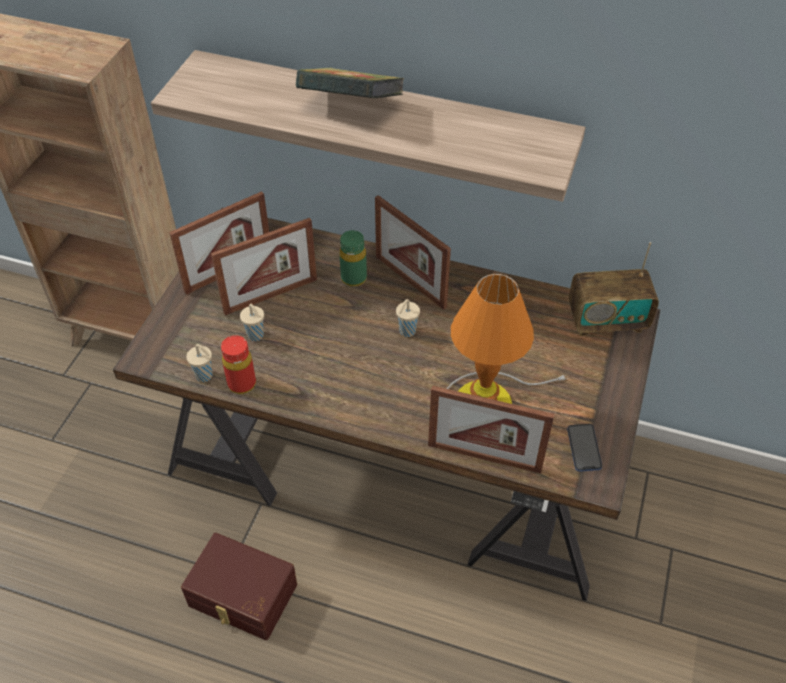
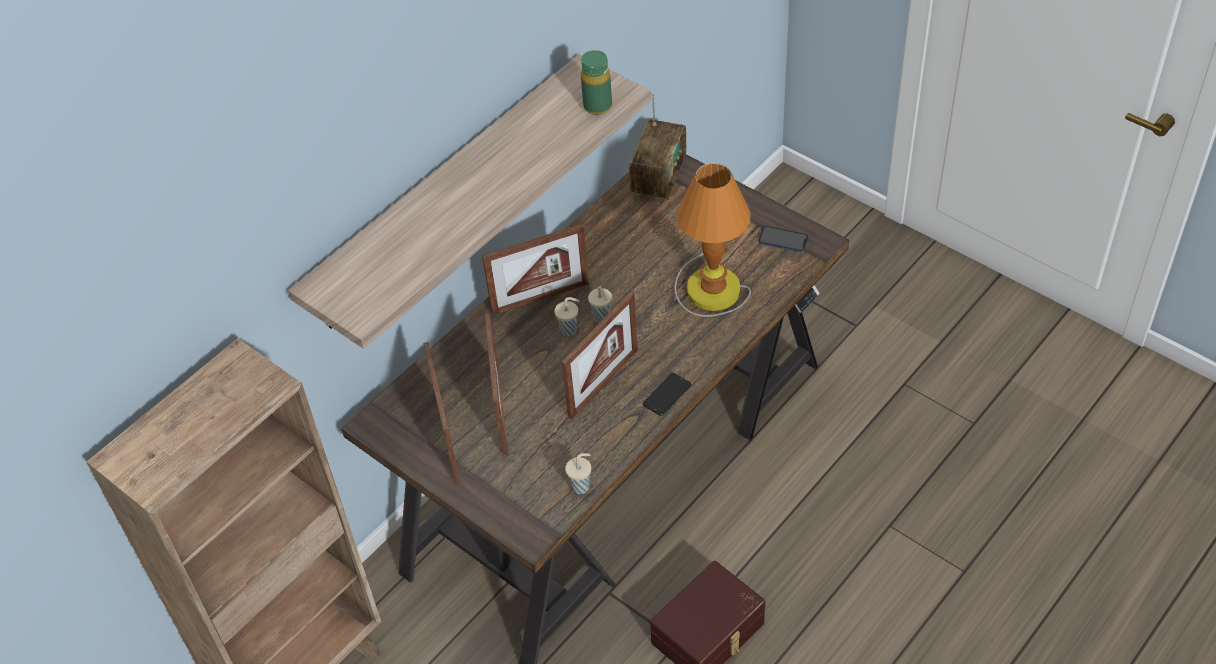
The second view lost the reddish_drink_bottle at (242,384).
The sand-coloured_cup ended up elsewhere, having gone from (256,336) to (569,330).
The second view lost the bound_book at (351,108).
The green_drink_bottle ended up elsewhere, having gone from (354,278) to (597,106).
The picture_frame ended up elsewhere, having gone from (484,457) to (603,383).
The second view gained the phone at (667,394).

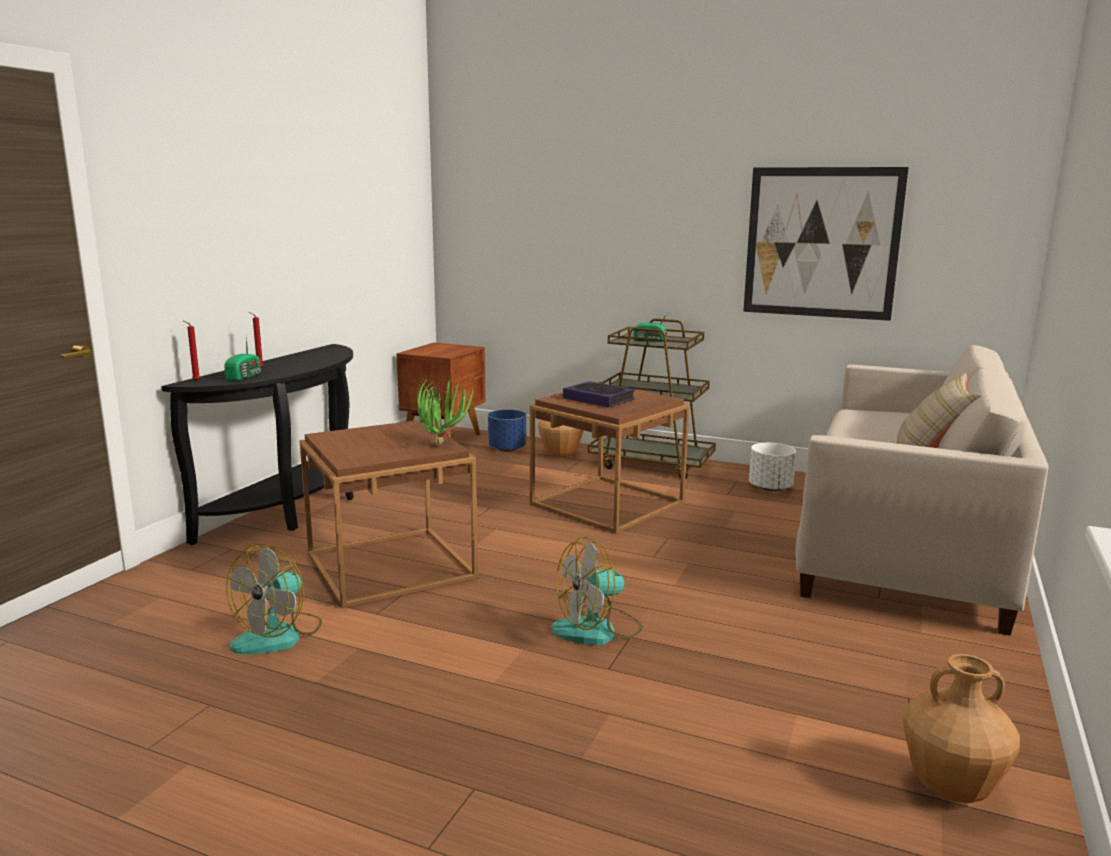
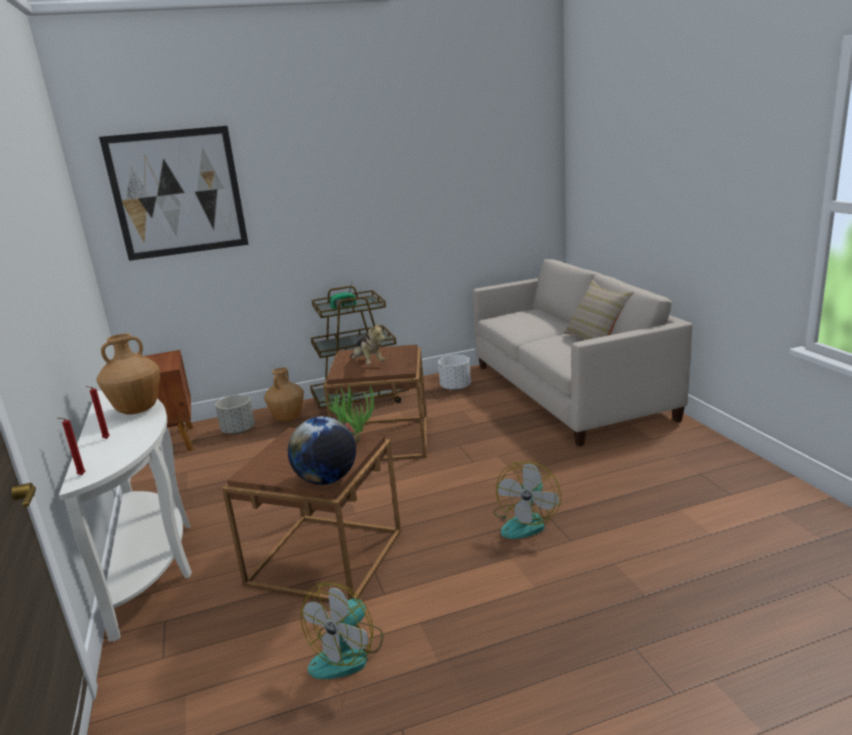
What was the black_hall_table at (295,509) turned into the white_hall_table at (153,559).
The second view lost the radio at (245,376).
The cooling_fan at (278,635) ended up facing another way, 45 degrees clockwise from before.
What was the blue_flower_pot at (507,449) turned into the gray_flower_pot at (238,430).
Where the bound_book stood at (599,399), the plush_toy came to stand at (368,363).
The wall_picture ended up elsewhere, having gone from (821,243) to (177,193).
The brownish_decorative_vase ended up elsewhere, having gone from (951,789) to (138,410).
The second view gained the world_globe at (326,480).

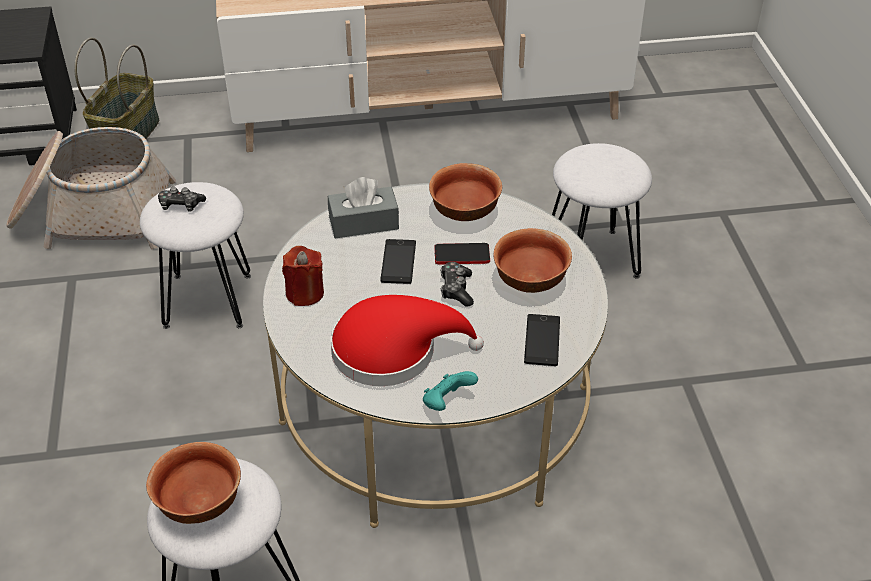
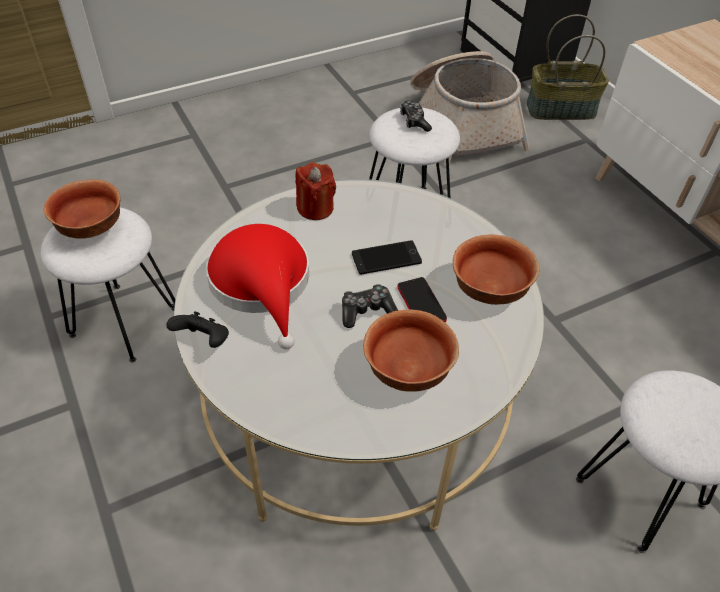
The second view lost the gray_tissue_box at (363,223).
What was the turquoise-coloured_game_controller at (447,403) turned into the black_game_controller at (204,341).
The second view lost the phone at (542,340).

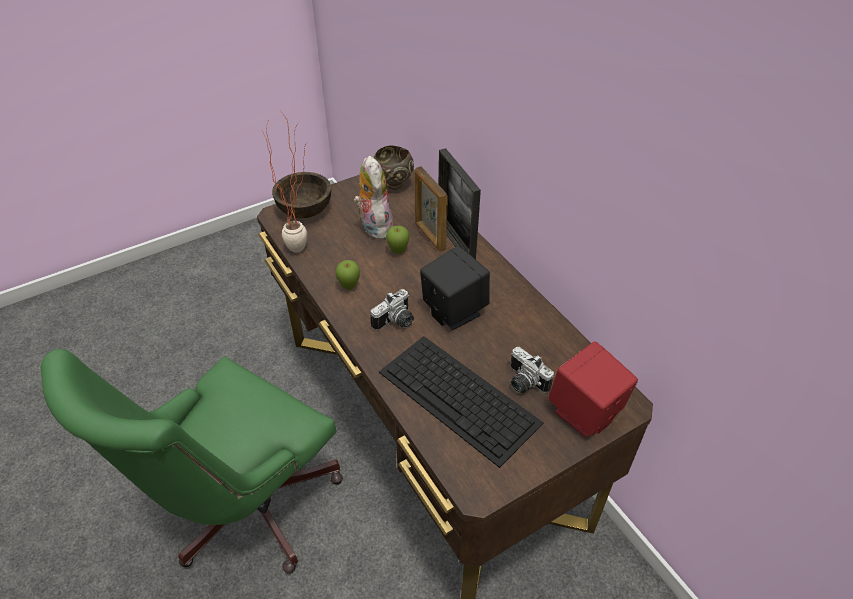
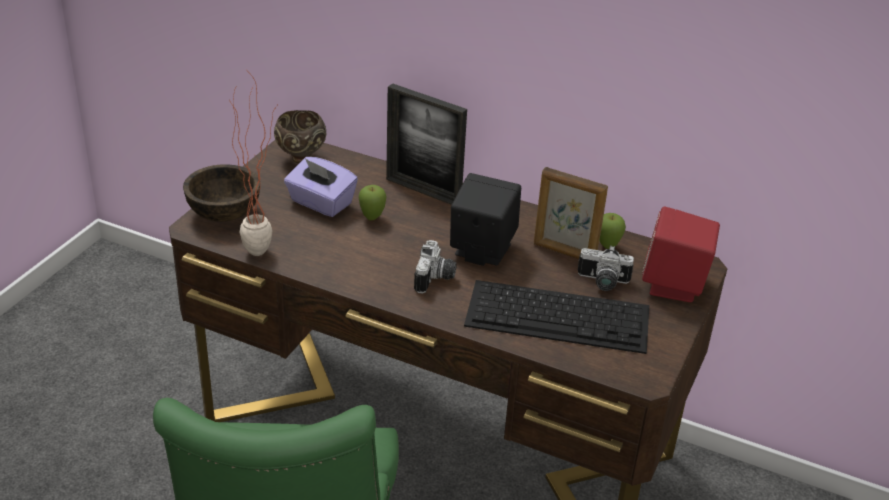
The whole_apple ended up elsewhere, having gone from (349,287) to (607,246).
Where the plush_toy stood at (374,226), the purple-coloured_tissue_box came to stand at (320,203).
The picture_frame ended up elsewhere, having gone from (429,236) to (564,252).

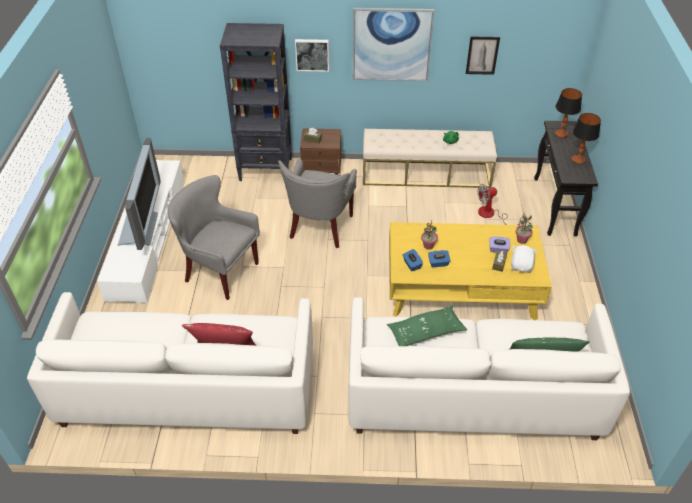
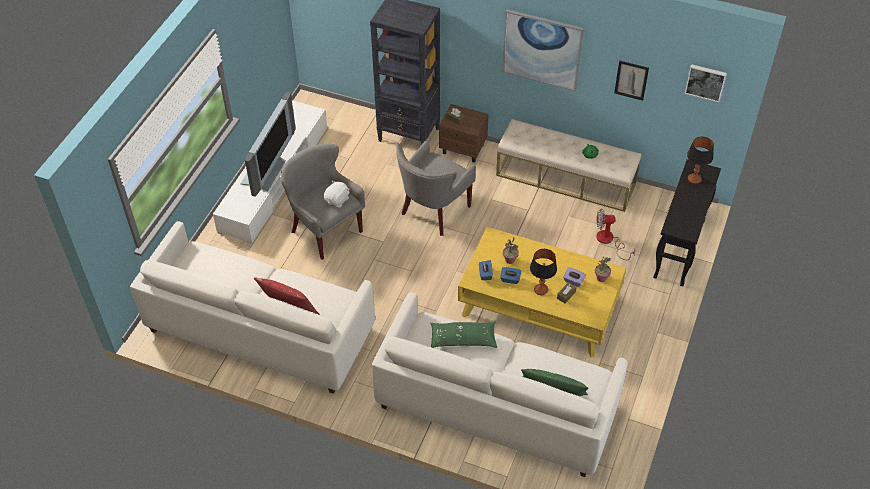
The wall_picture ended up elsewhere, having gone from (312,54) to (705,82).
The white_plush_toy ended up elsewhere, having gone from (521,266) to (337,200).
The lamp_for_a_table ended up elsewhere, having gone from (578,160) to (541,290).

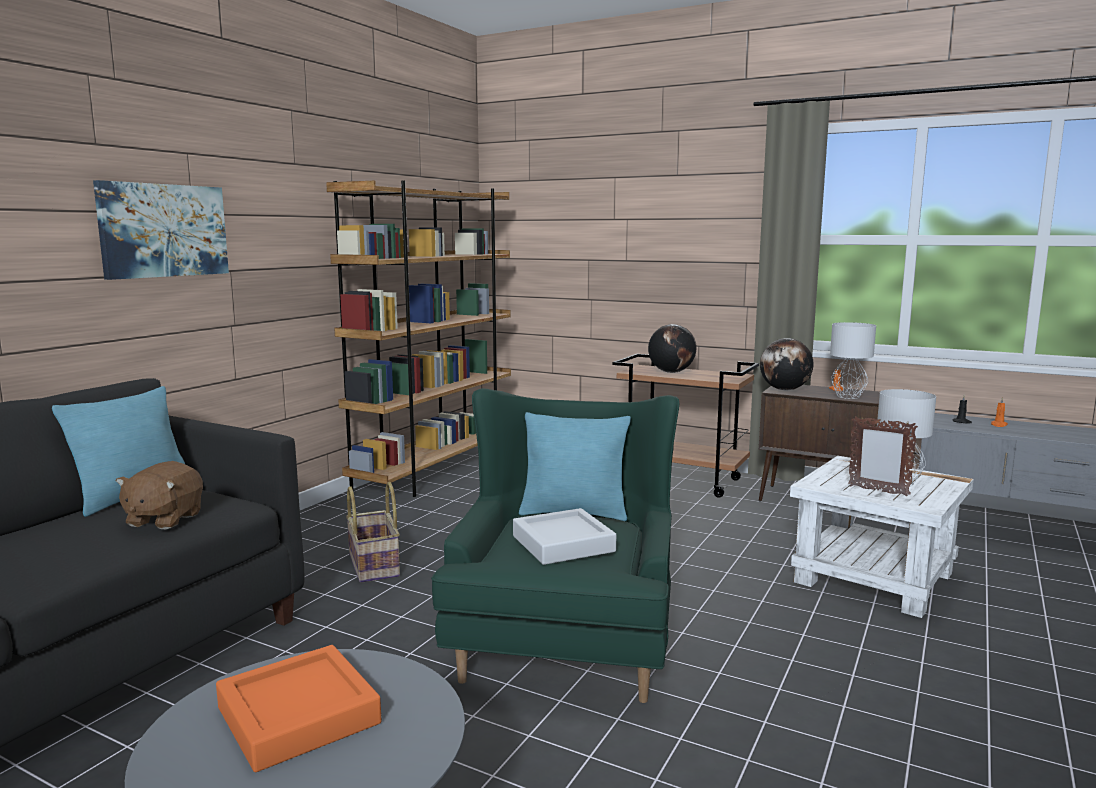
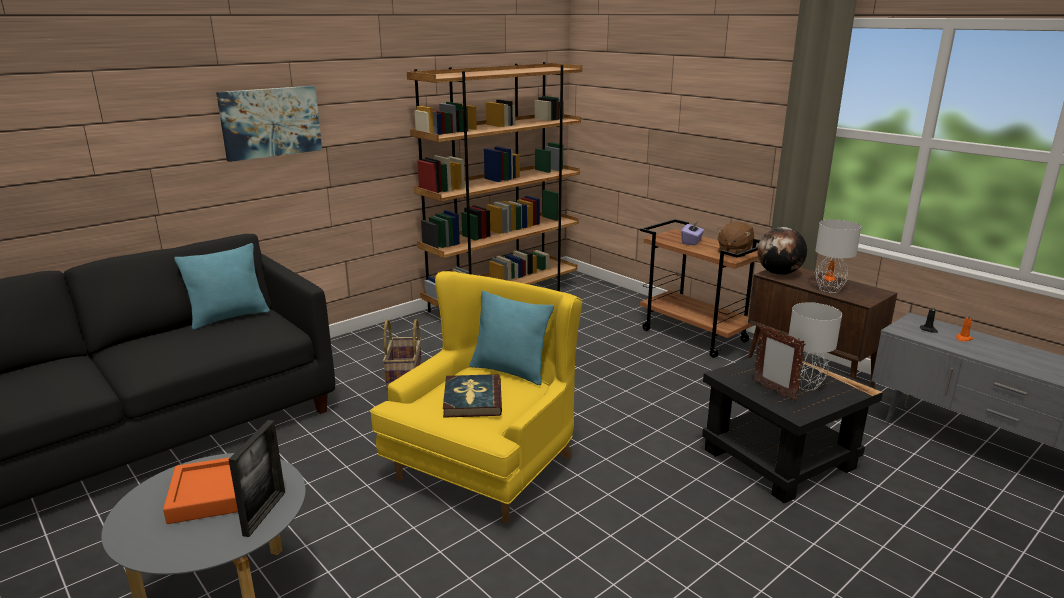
The brownish_plush_toy ended up elsewhere, having gone from (163,519) to (734,252).
What was the green_easy_chair at (566,641) turned into the yellowish_easy_chair at (489,464).
Where the gray_tray stood at (563,544), the bound_book came to stand at (472,399).
Where the world_globe stood at (671,372), the purple-coloured_tissue_box came to stand at (692,242).
What was the white_accent_table at (876,577) turned into the black_accent_table at (781,459).
The second view gained the picture_frame at (264,513).

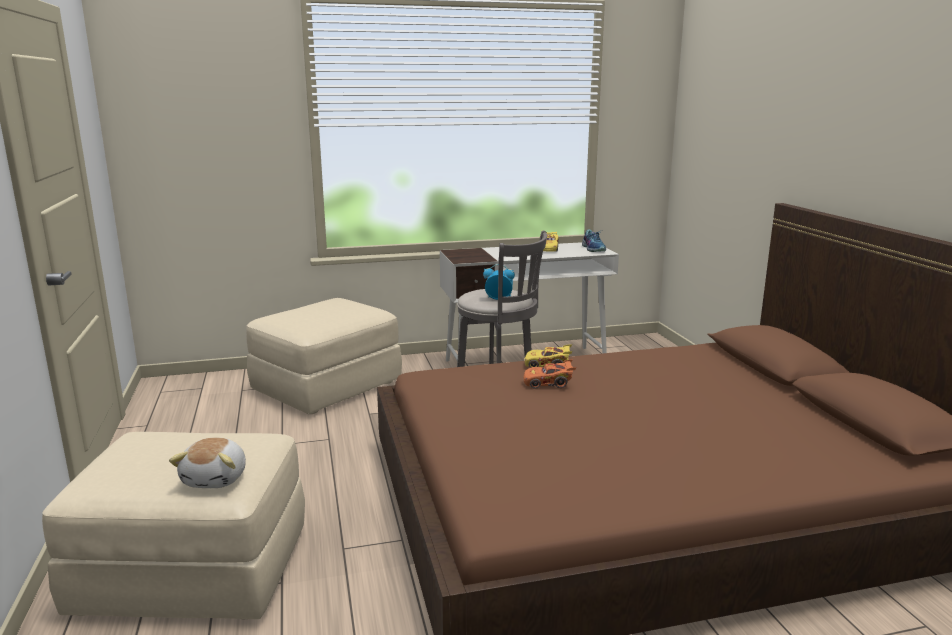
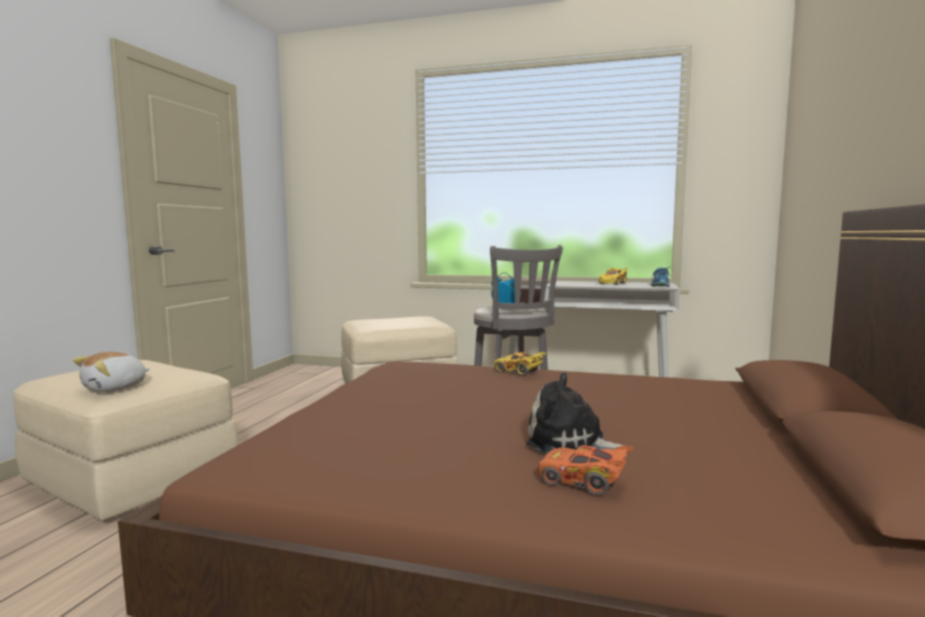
The orange-coloured_model_car ended up elsewhere, having gone from (548,383) to (582,482).
The second view gained the plush_toy at (571,443).

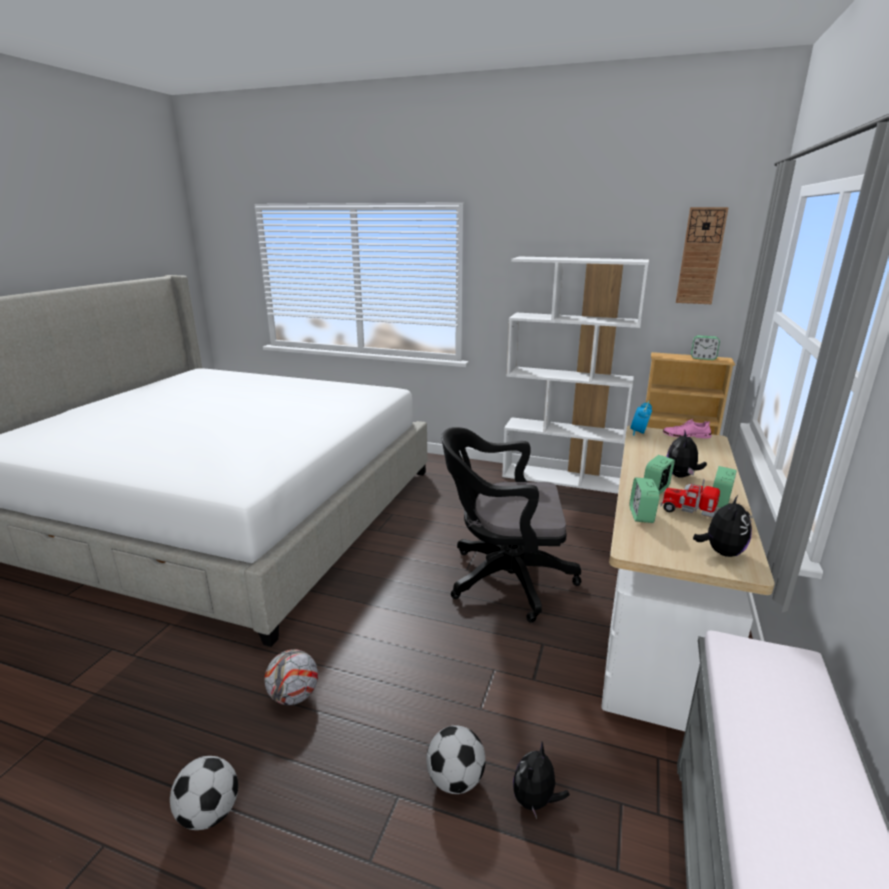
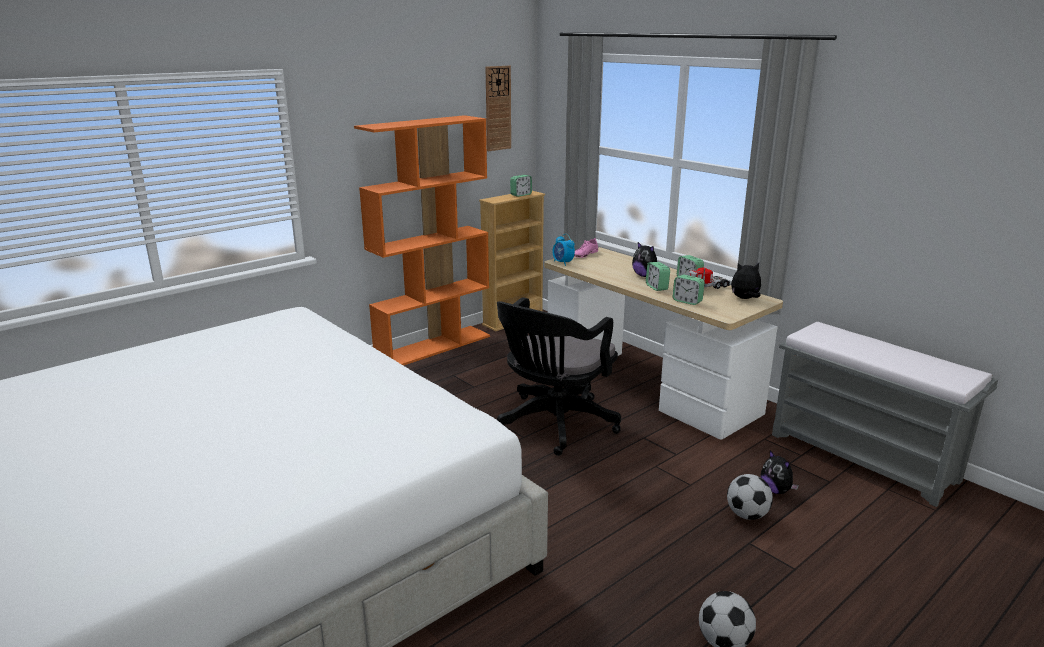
The second view lost the football_ball at (293,696).
What was the white_bookshelf at (561,478) turned into the orange-coloured_bookshelf at (433,346).
The plush_toy at (721,552) ended up facing another way, 60 degrees counterclockwise from before.

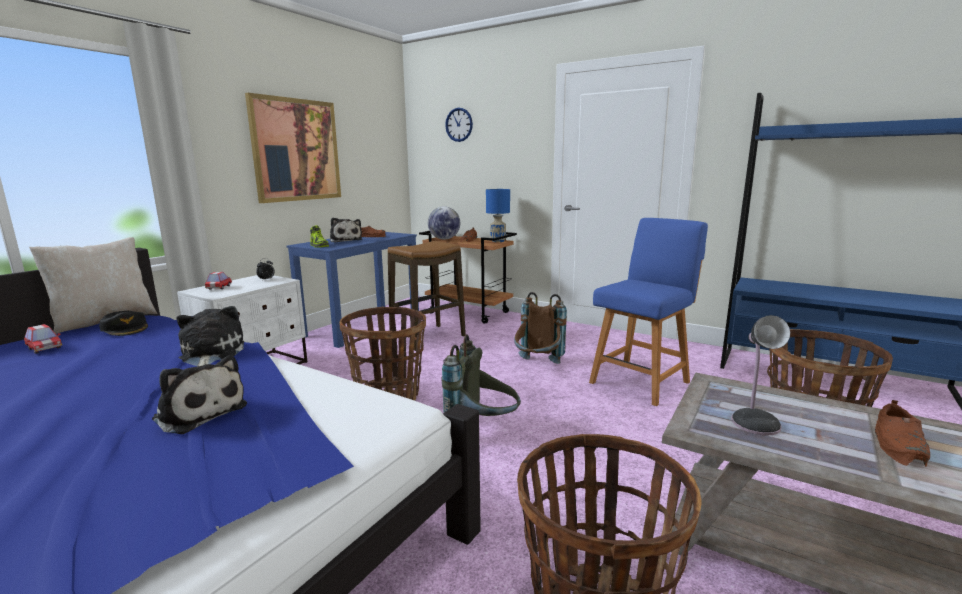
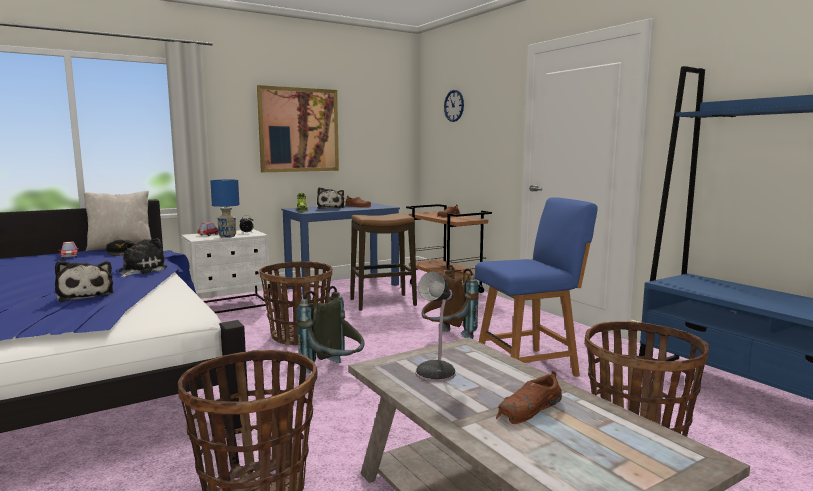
The second view lost the world_globe at (444,239).
The blue_lamp_for_a_table ended up elsewhere, having gone from (497,241) to (227,236).

